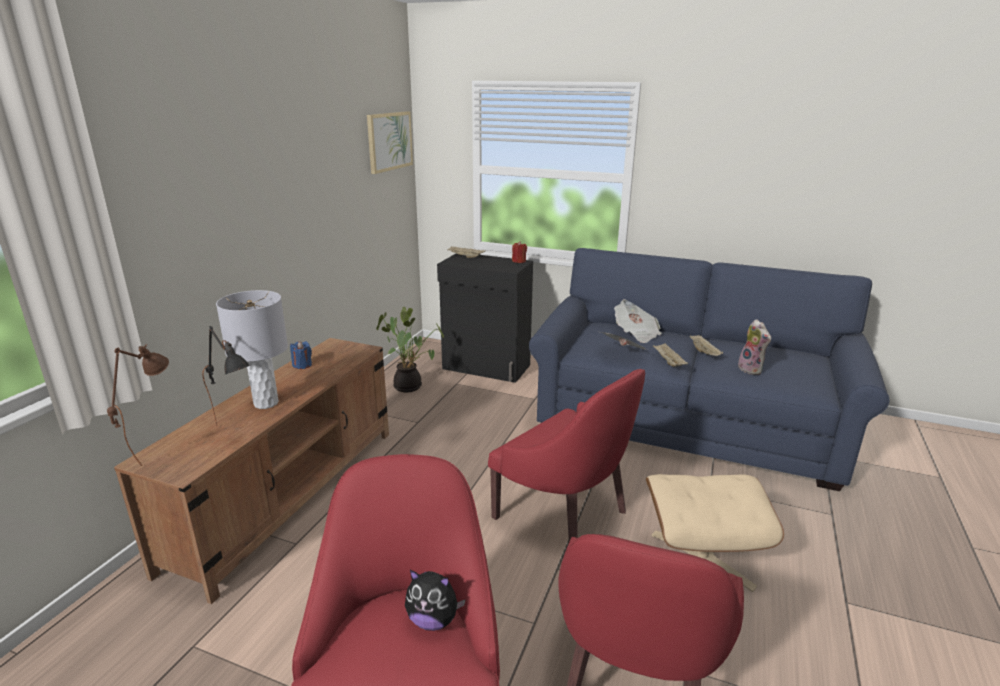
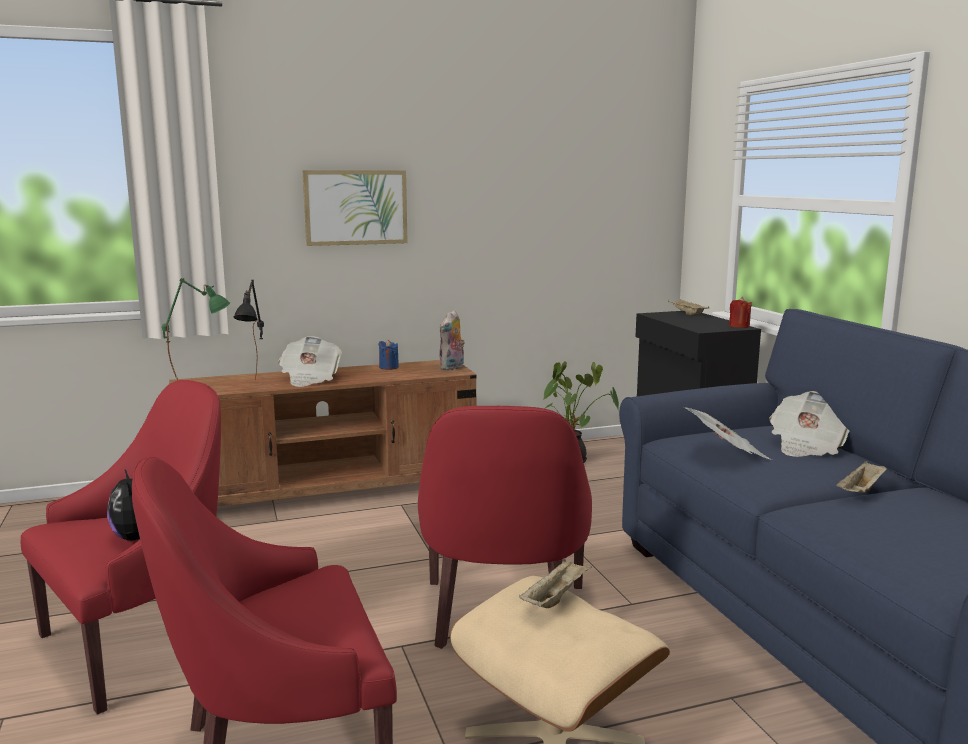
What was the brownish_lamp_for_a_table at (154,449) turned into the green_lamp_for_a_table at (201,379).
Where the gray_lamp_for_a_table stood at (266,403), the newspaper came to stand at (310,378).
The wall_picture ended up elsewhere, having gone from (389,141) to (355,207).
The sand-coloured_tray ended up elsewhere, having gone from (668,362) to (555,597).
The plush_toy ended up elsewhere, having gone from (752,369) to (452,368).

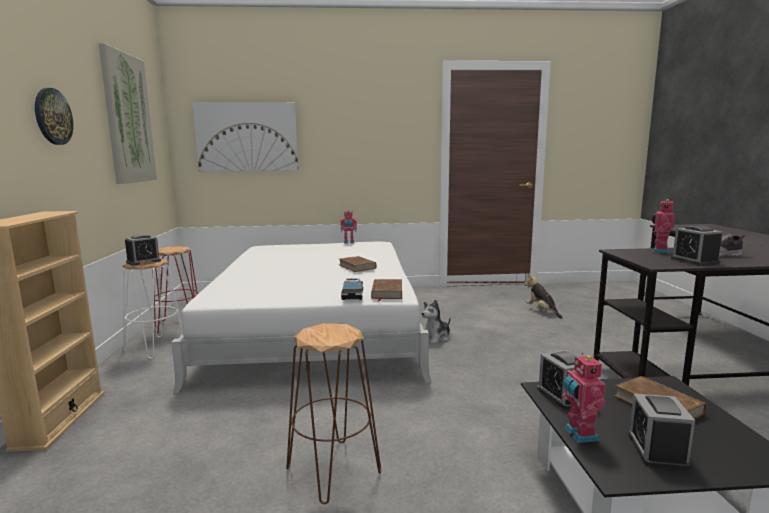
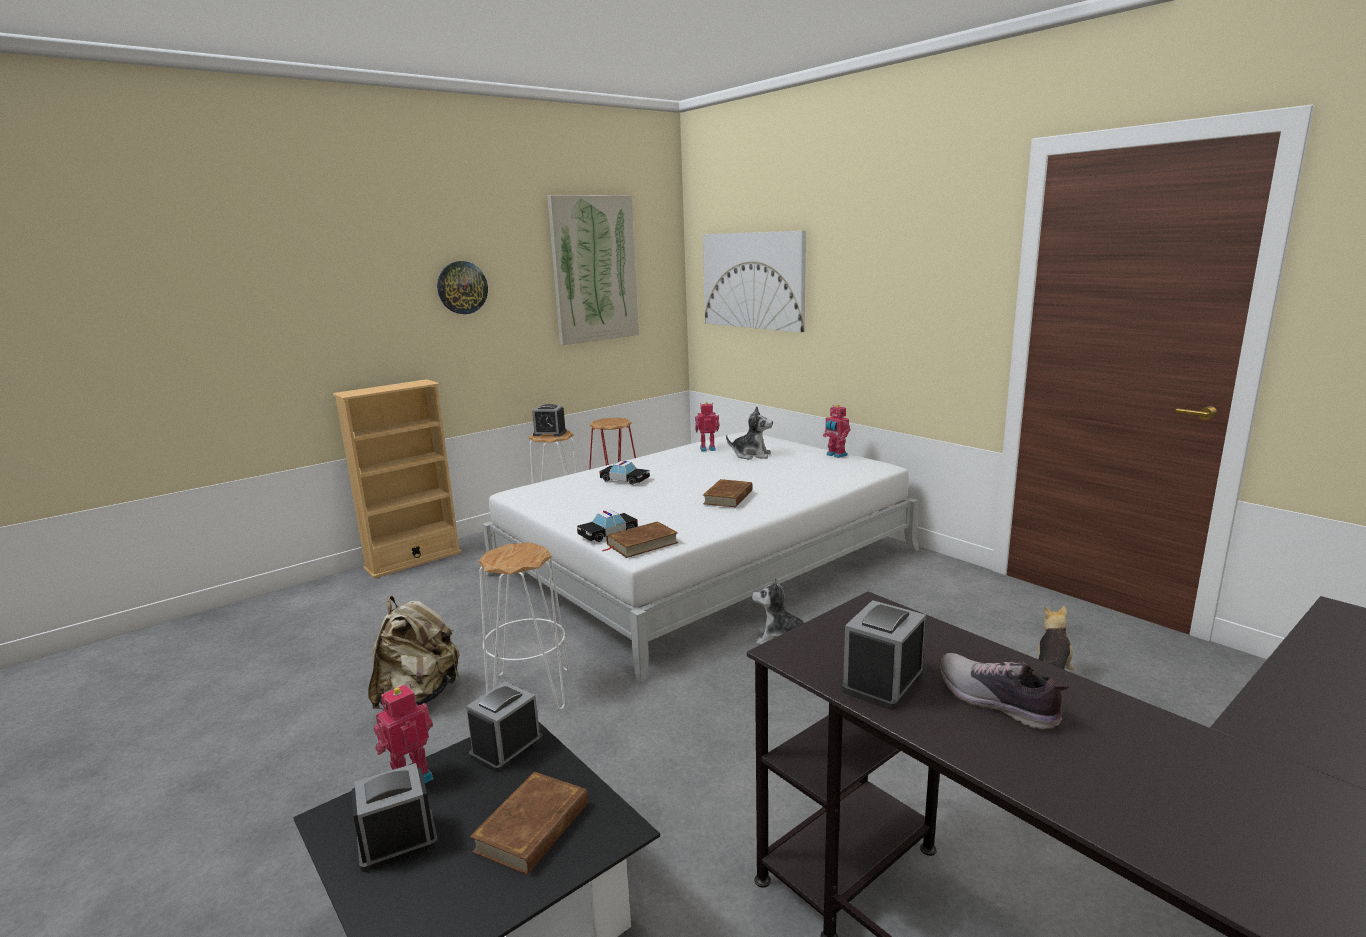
Where the brownish_stool_seat stood at (333,470), the sand-coloured_backpack came to stand at (418,697).
The robot_figure ended up elsewhere, having gone from (659,251) to (707,449).
The second view gained the white_stool_seat at (529,691).
The second view gained the model_car at (624,480).
The second view gained the plush_toy at (751,455).

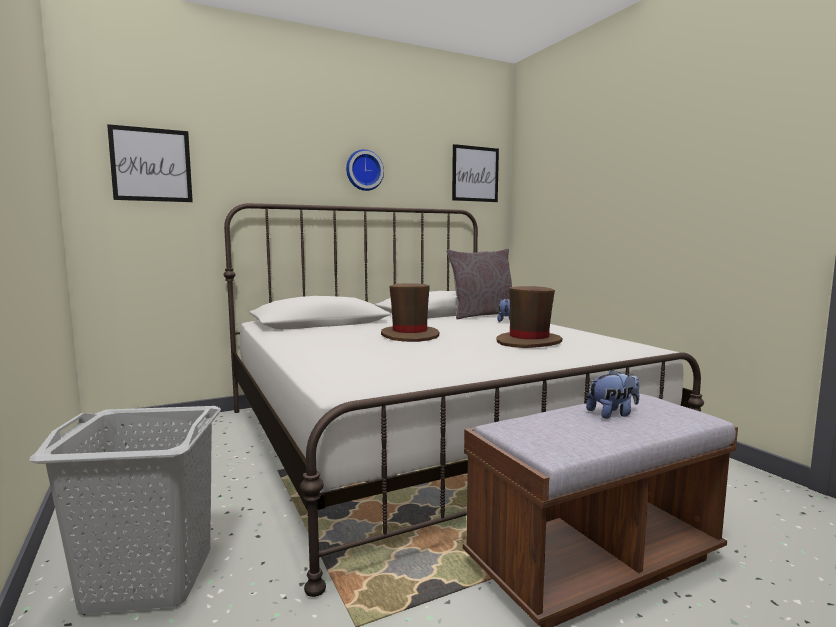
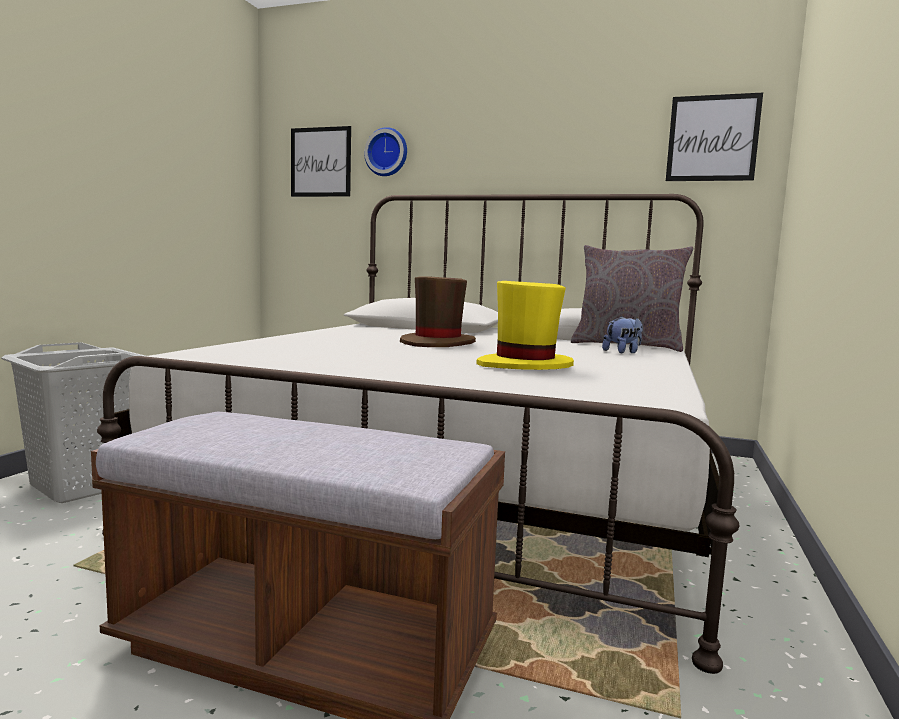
The wall_clock ended up elsewhere, having gone from (364,170) to (387,152).
What was the brownish_wearable_hat at (529,342) turned into the yellowish_wearable_hat at (524,365).
The second view lost the plush_toy at (613,414).

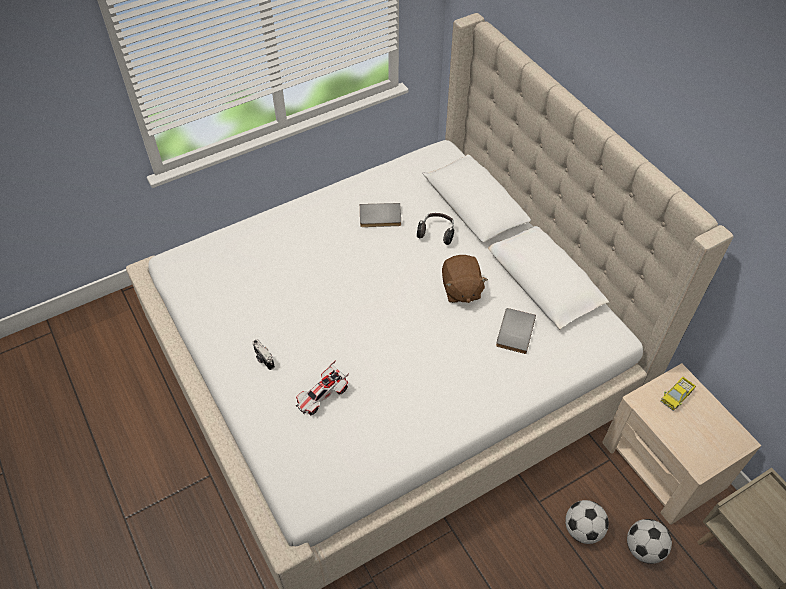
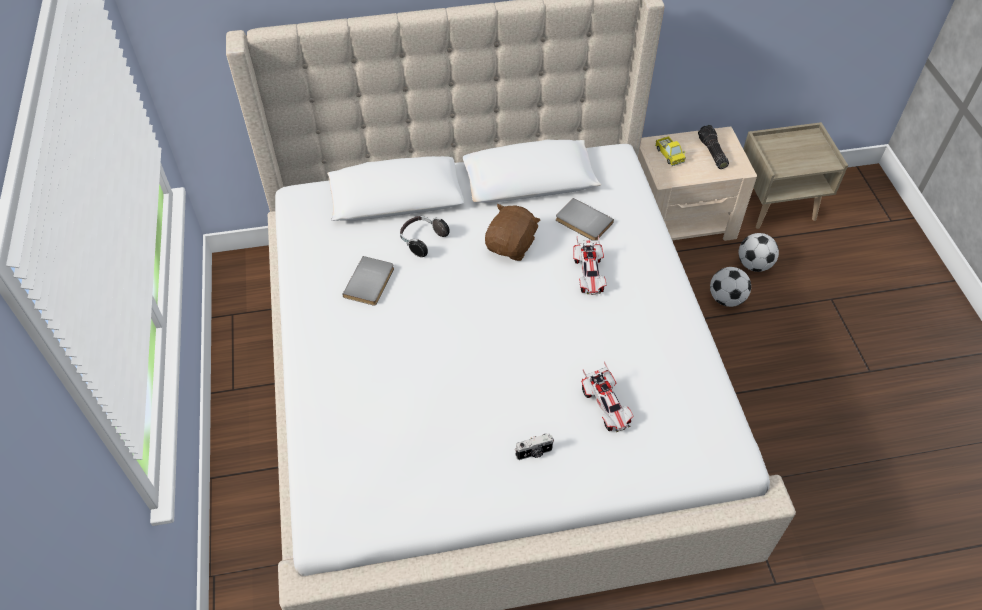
The brownish_plush_toy at (461,290) ended up facing another way, 75 degrees counterclockwise from before.
The second view gained the model_car at (589,274).
The second view gained the torch at (711,153).

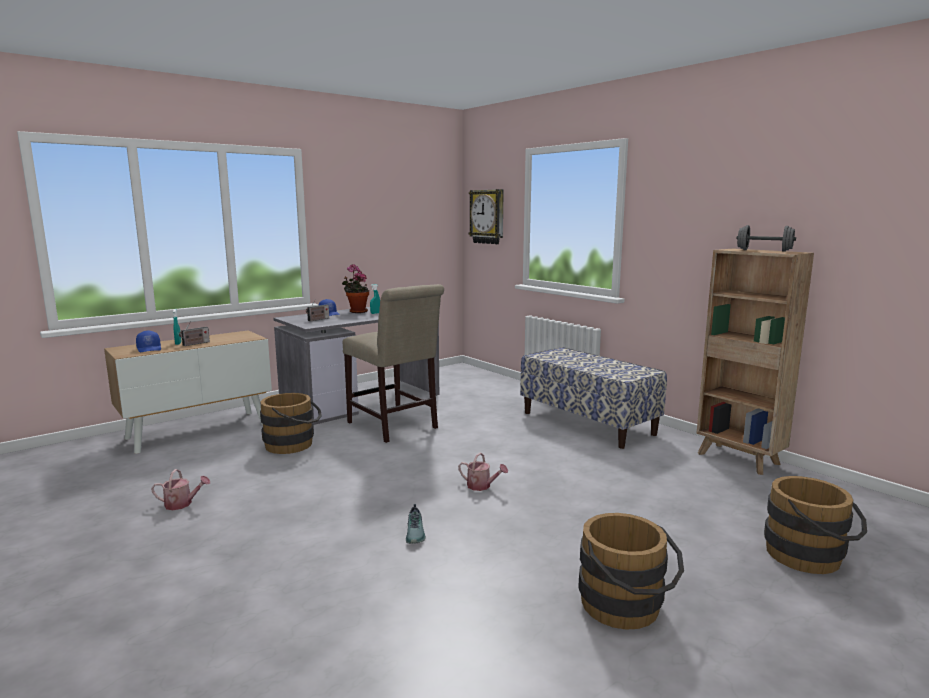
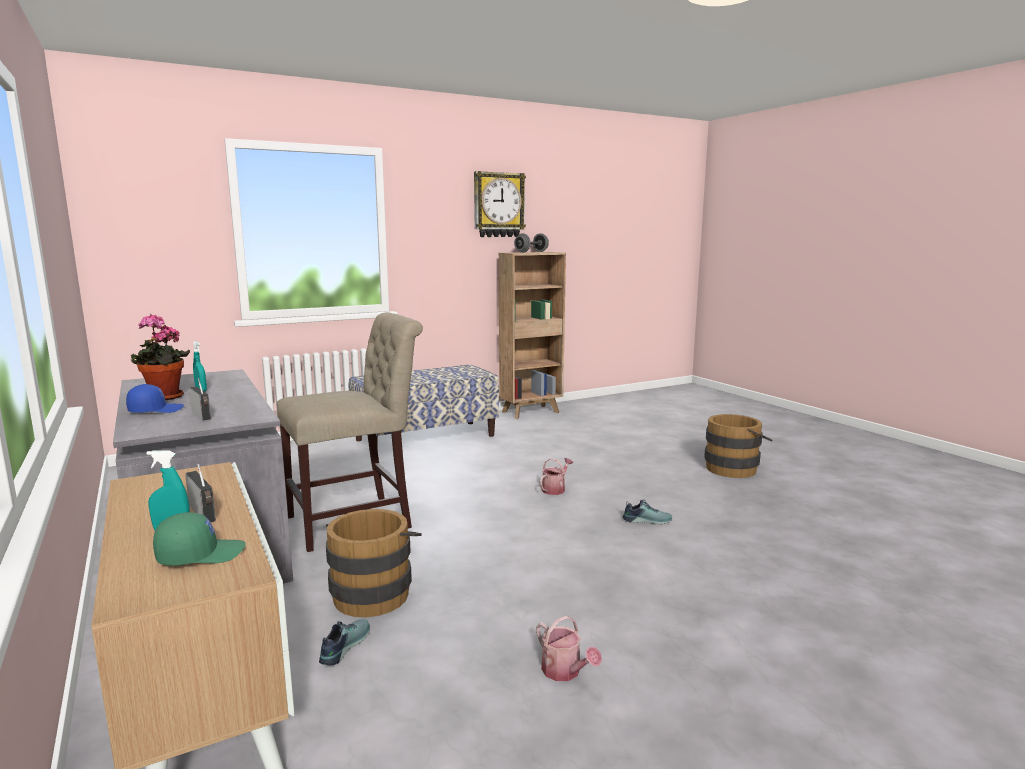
What was the blue_peaked_cap at (150,349) turned into the green_peaked_cap at (201,554).
The sprinkling_can at (182,504) ended up facing another way, 135 degrees clockwise from before.
The wall_clock ended up elsewhere, having gone from (487,216) to (498,205).
The second view lost the brownish_pail at (810,558).
The second view gained the shoe at (343,646).

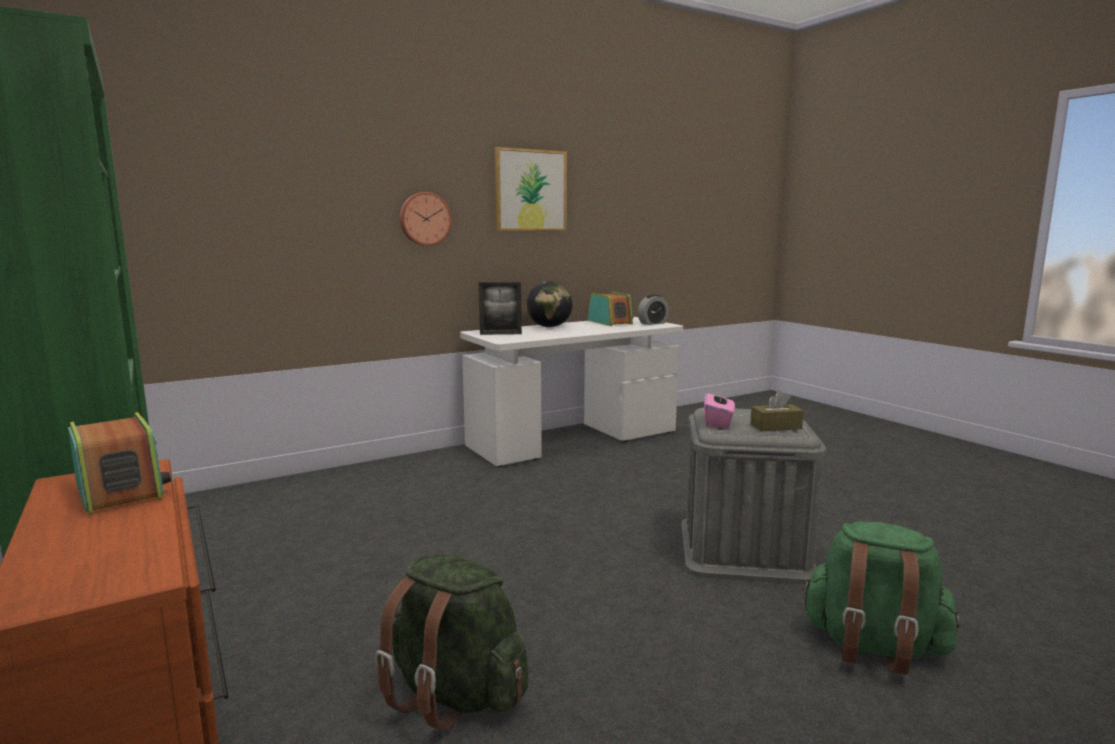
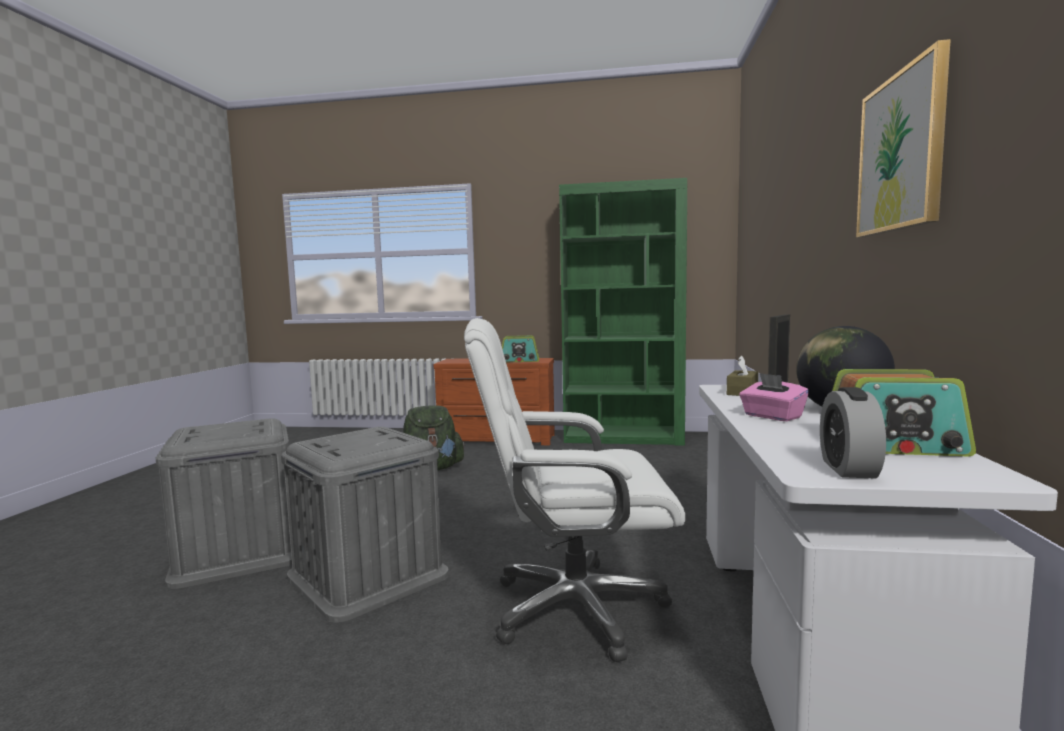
The second view lost the wall_clock at (425,219).
The pink-coloured_tissue_box ended up elsewhere, having gone from (718,422) to (772,416).
The brownish_tissue_box ended up elsewhere, having gone from (775,426) to (742,392).
Where the green_backpack stood at (873,647), the gray_storage_box came to stand at (238,552).
The second view gained the white_desk_chair at (574,608).

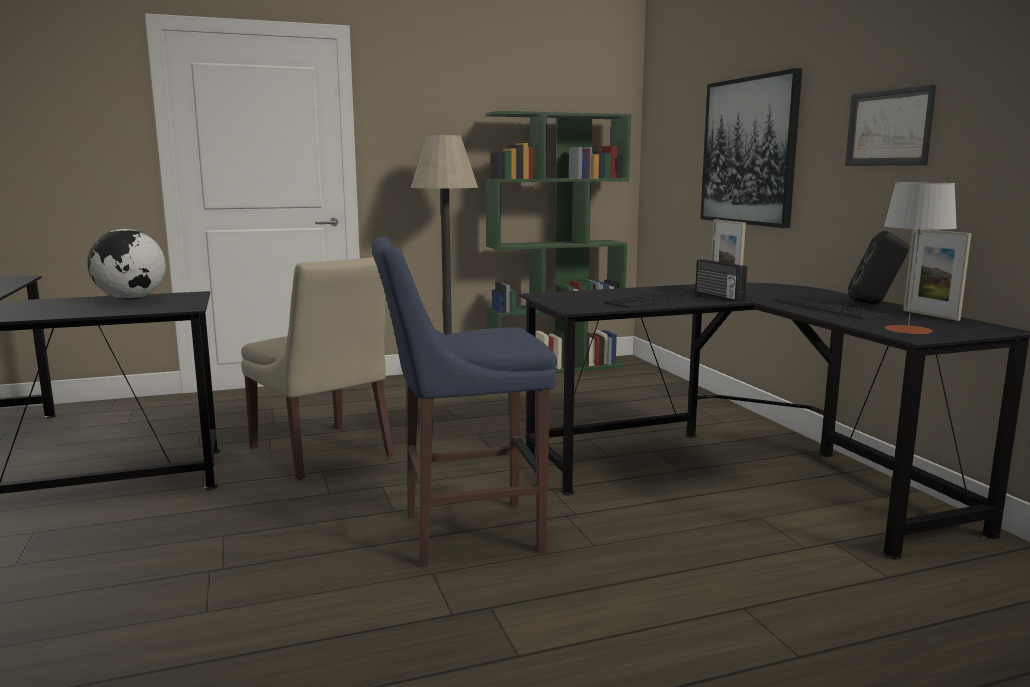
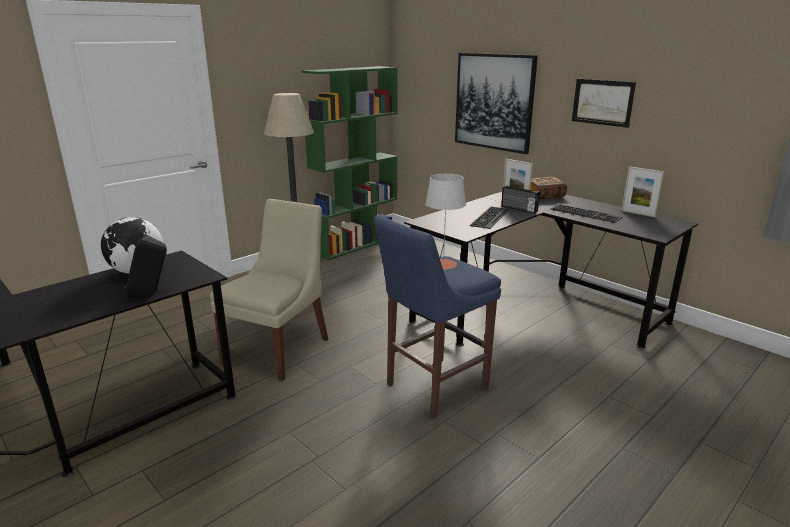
The sand-coloured_chair at (323,453) ended up facing another way, 90 degrees counterclockwise from before.
The black_speaker ended up elsewhere, having gone from (874,303) to (151,294).
The gray_lamp_for_a_table ended up elsewhere, having gone from (907,330) to (443,264).
The second view gained the bound_book at (545,196).

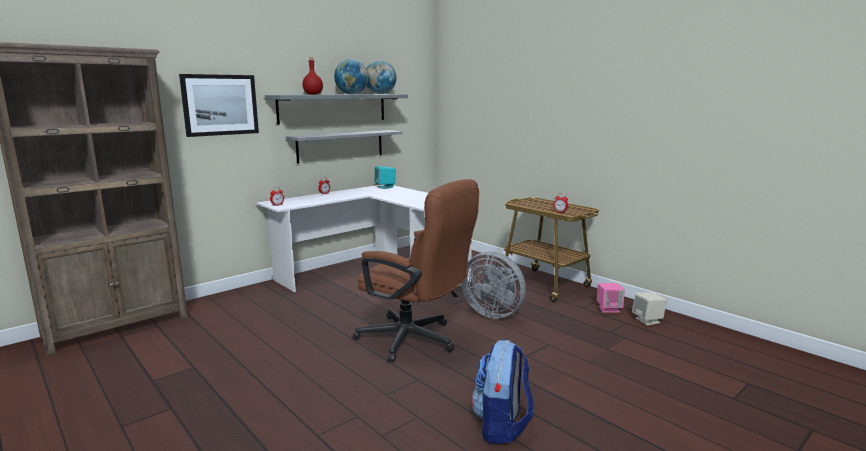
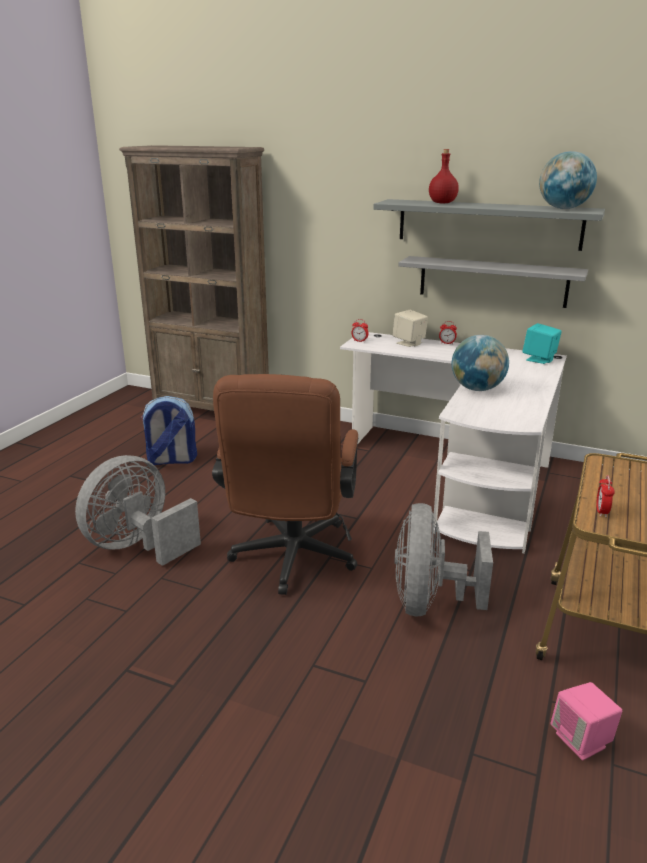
The second view lost the wall_picture at (220,105).
The world_globe ended up elsewhere, having gone from (352,94) to (477,389).
The backpack ended up elsewhere, having gone from (502,426) to (171,460).
The sand-coloured_speaker ended up elsewhere, having gone from (648,320) to (409,343).
The second view gained the gray_cooling_fan at (138,546).

